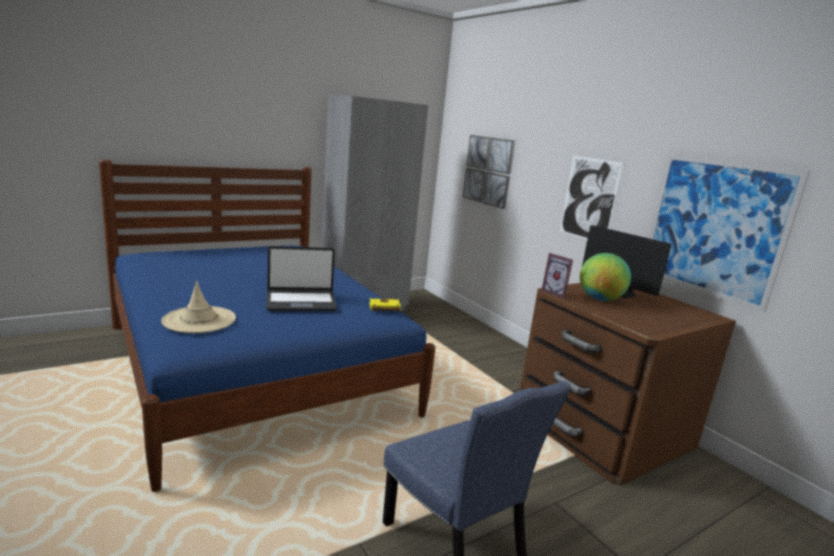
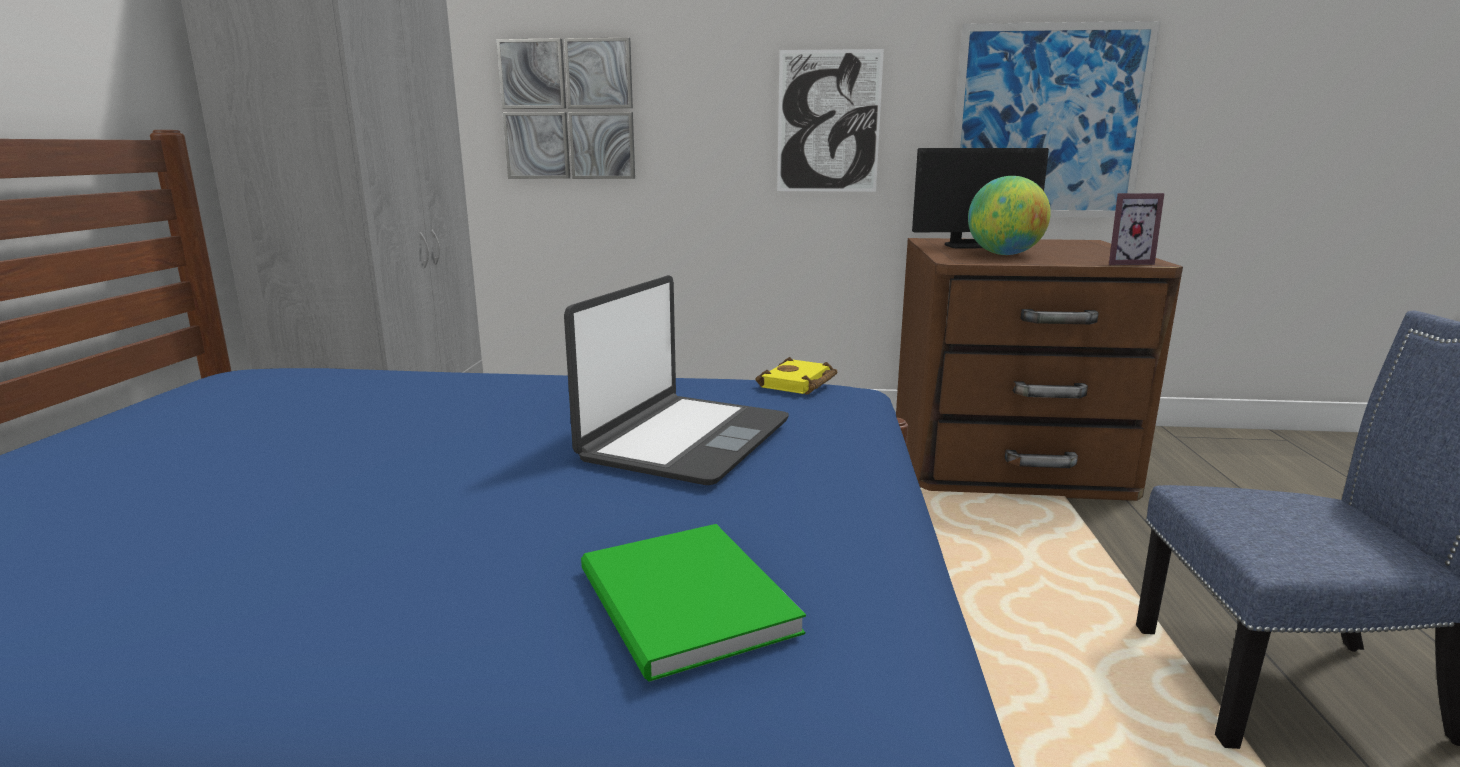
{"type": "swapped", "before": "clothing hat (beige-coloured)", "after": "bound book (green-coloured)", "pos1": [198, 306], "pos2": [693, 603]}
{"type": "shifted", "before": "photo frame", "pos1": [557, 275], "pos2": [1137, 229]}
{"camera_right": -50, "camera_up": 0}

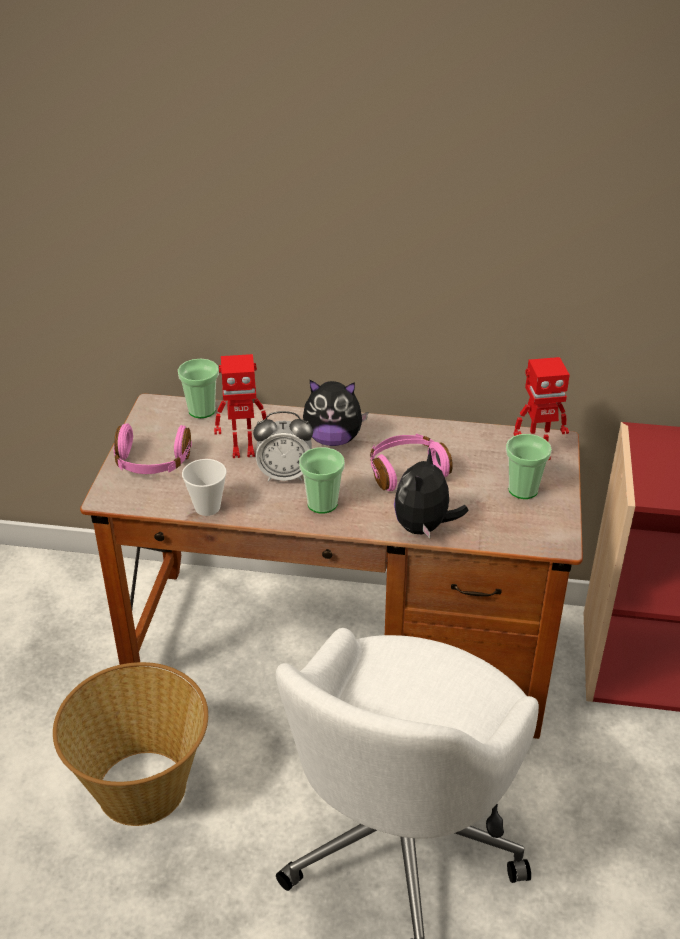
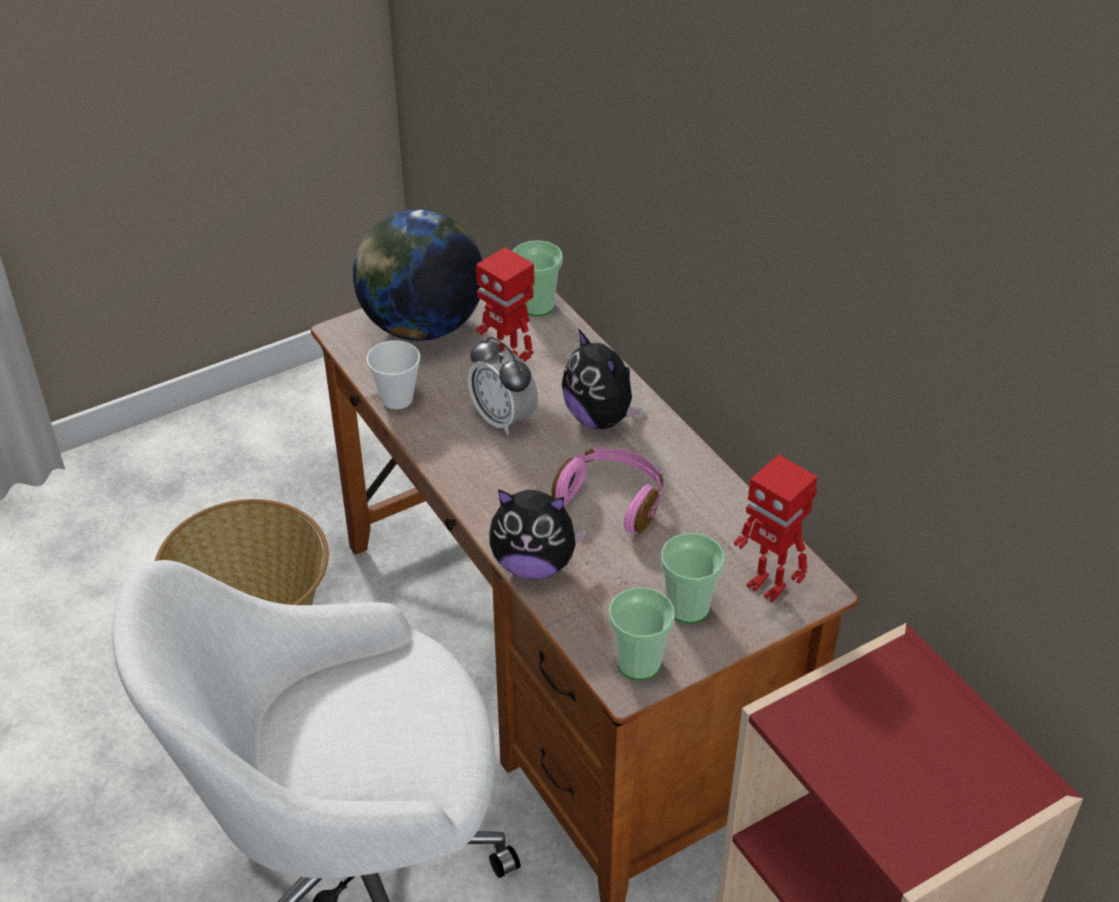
{"type": "swapped", "before": "headset (pink)", "after": "globe", "pos1": [153, 448], "pos2": [417, 275]}
{"type": "rotated", "before": "soft toy", "pos1": [431, 493], "pos2": [537, 534], "turn": -150}
{"type": "shifted", "before": "cup", "pos1": [322, 480], "pos2": [642, 633]}
{"camera_right": 50, "camera_up": 5}

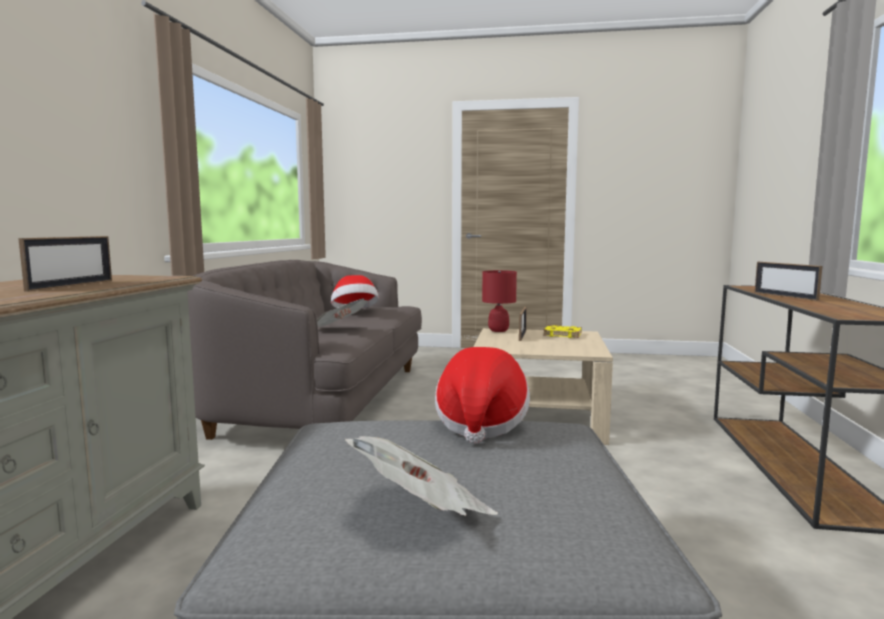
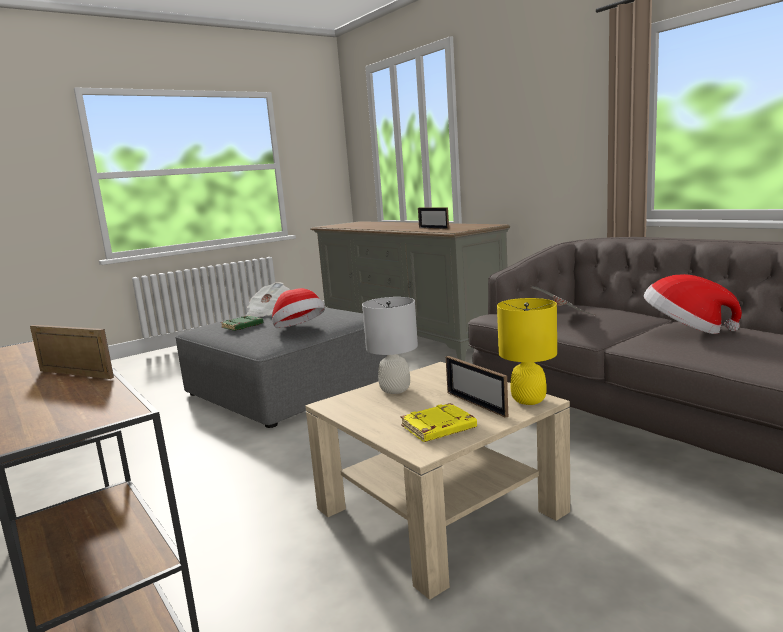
{"type": "new", "after": "bound book (green-coloured)", "pos2": [242, 323]}
{"type": "new", "after": "tabletop lamp (gray)", "pos2": [390, 345]}
{"type": "repainted", "before": "tabletop lamp (red)", "after": "tabletop lamp (yellow-coloured)", "pos1": [499, 301], "pos2": [527, 351]}
{"camera_right": 135, "camera_up": 5}

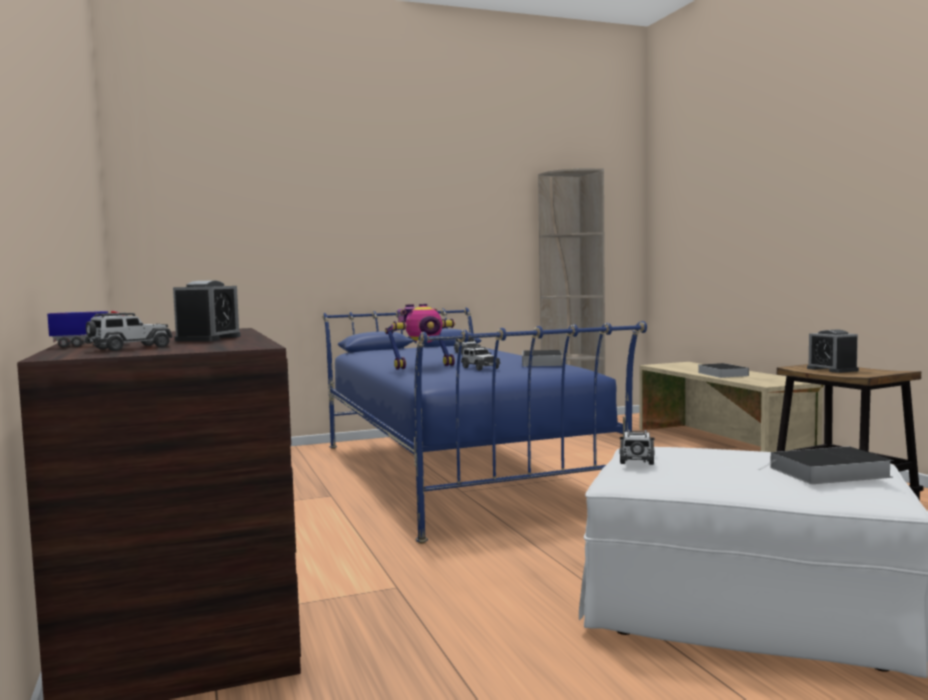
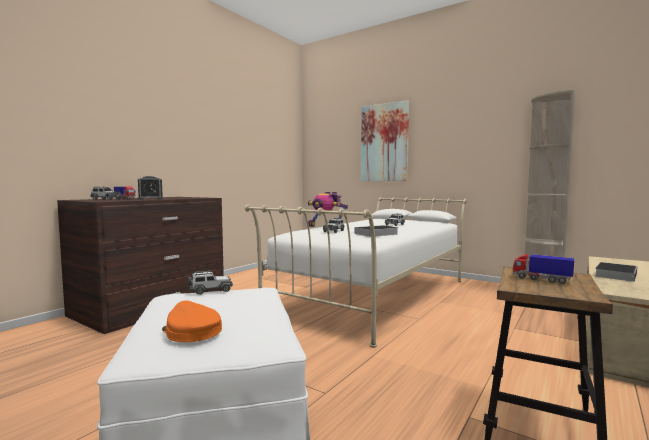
{"type": "swapped", "before": "bound book", "after": "cap (orange-coloured)", "pos1": [825, 465], "pos2": [192, 321]}
{"type": "repainted", "before": "bedroom bed (bluish)", "after": "bedroom bed (whitish)", "pos1": [484, 426], "pos2": [356, 272]}
{"type": "new", "after": "wall art", "pos2": [385, 140]}
{"type": "swapped", "before": "alarm clock", "after": "model truck", "pos1": [833, 351], "pos2": [543, 269]}
{"camera_right": 55, "camera_up": 0}

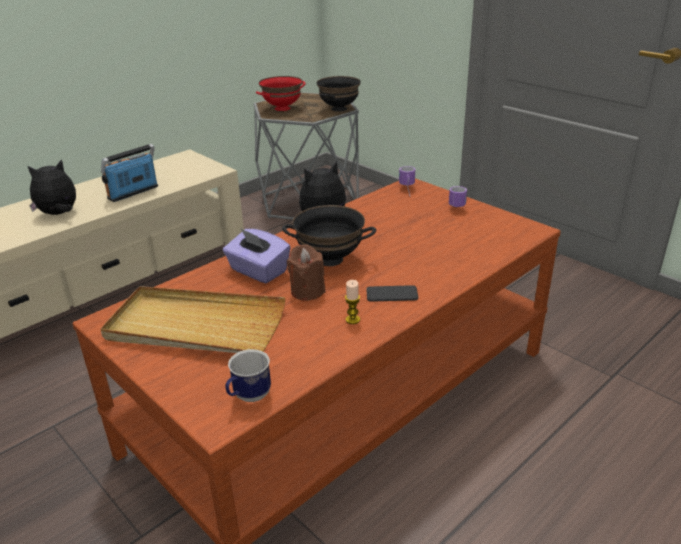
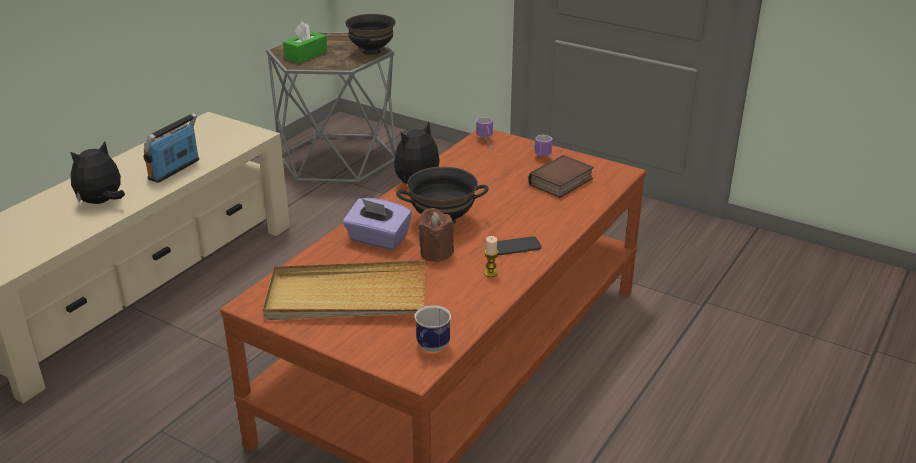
{"type": "swapped", "before": "deep dish (red)", "after": "tissue holder (green-coloured)", "pos1": [281, 93], "pos2": [305, 42]}
{"type": "new", "after": "bound book", "pos2": [561, 176]}
{"camera_right": -15, "camera_up": 0}

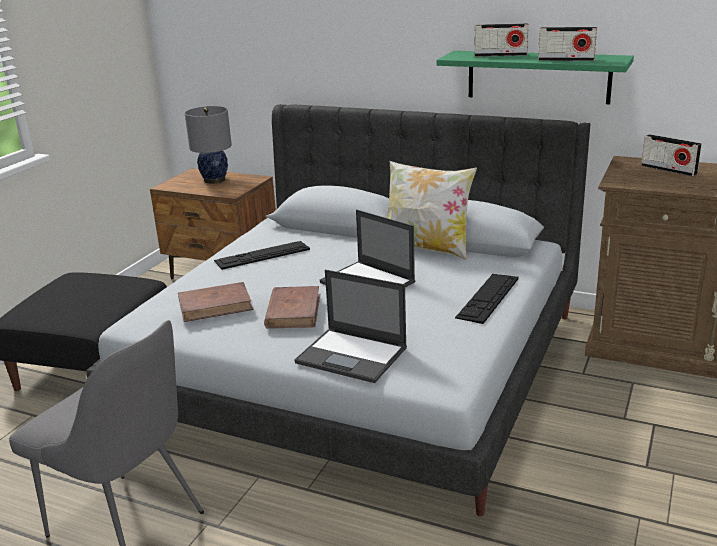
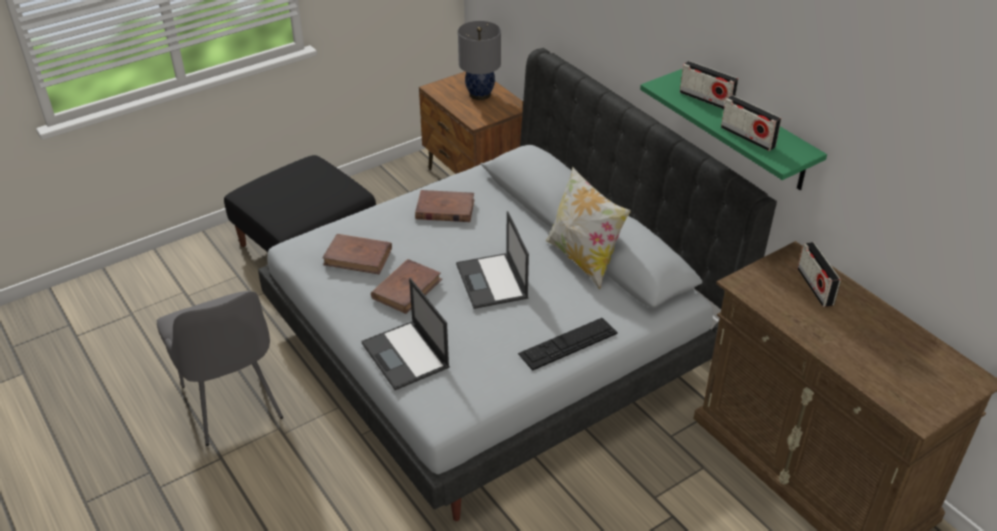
{"type": "swapped", "before": "PC keyboard", "after": "bound book (brownish)", "pos1": [262, 255], "pos2": [444, 206]}
{"camera_right": 30, "camera_up": 15}

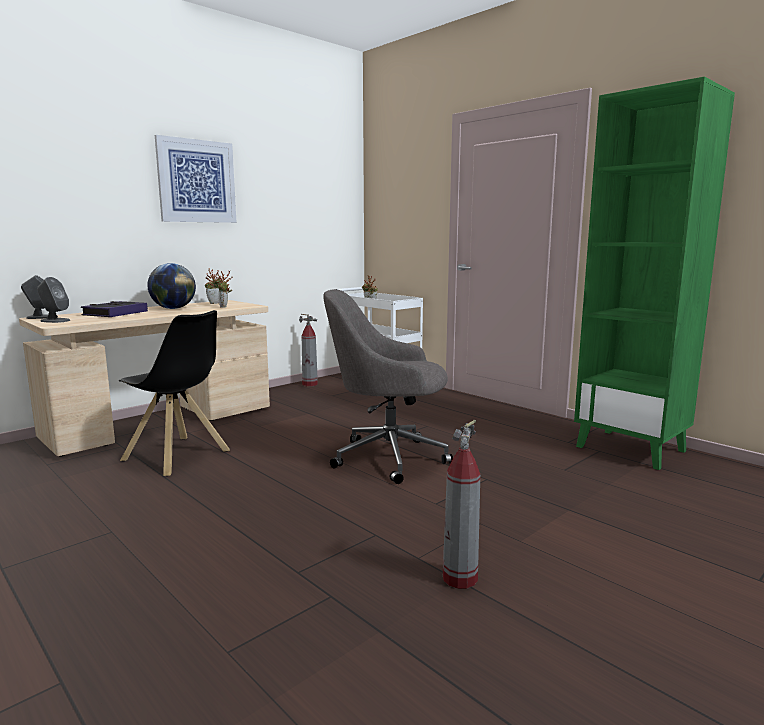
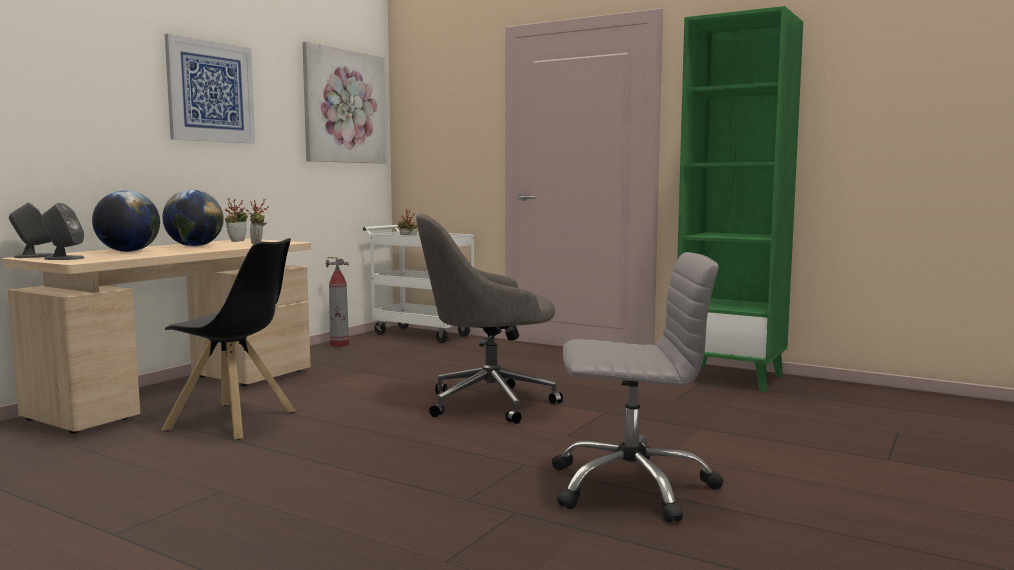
{"type": "swapped", "before": "bound book", "after": "globe", "pos1": [114, 309], "pos2": [126, 221]}
{"type": "new", "after": "wall art", "pos2": [344, 102]}
{"type": "swapped", "before": "fire-fighting cylinder", "after": "computer chair (gray)", "pos1": [461, 504], "pos2": [637, 387]}
{"camera_right": -15, "camera_up": -5}

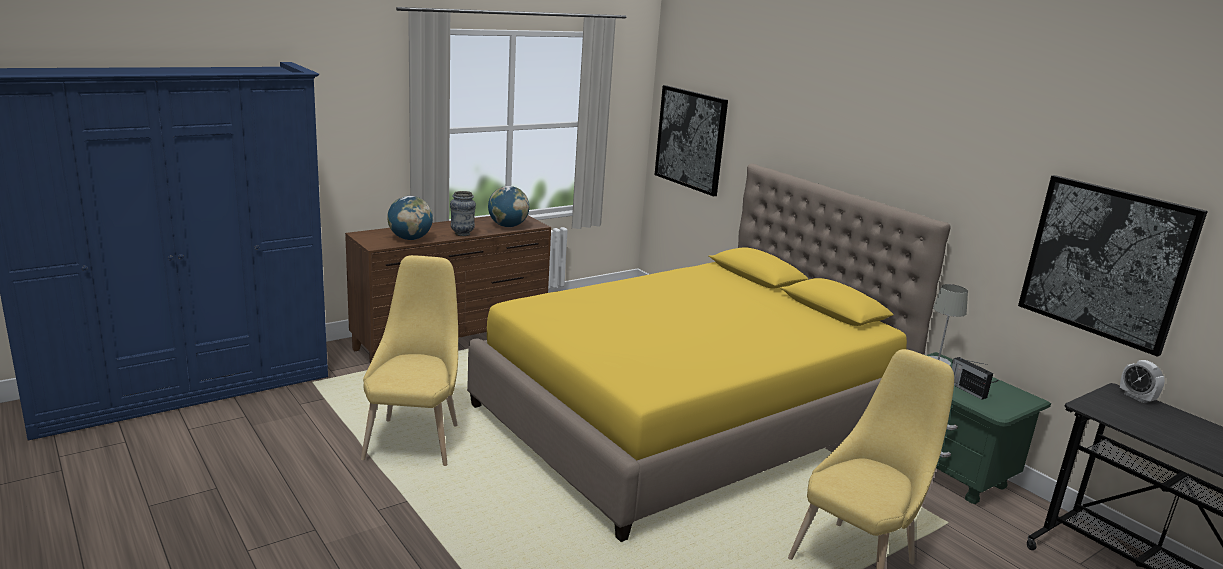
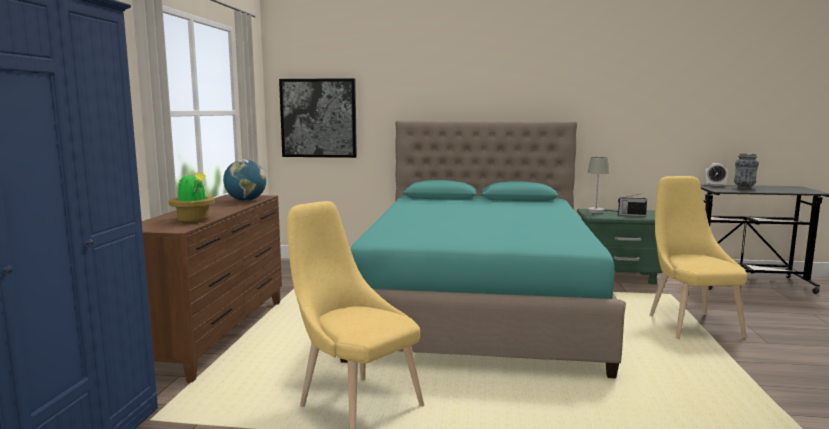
{"type": "swapped", "before": "globe", "after": "potted plant", "pos1": [410, 218], "pos2": [192, 197]}
{"type": "repainted", "before": "bedroom bed (yellow-coloured)", "after": "bedroom bed (turquoise)", "pos1": [708, 353], "pos2": [483, 249]}
{"type": "shifted", "before": "flower vase", "pos1": [463, 213], "pos2": [746, 171]}
{"type": "gone", "before": "wall art", "pos1": [1113, 266]}
{"camera_right": -45, "camera_up": -10}

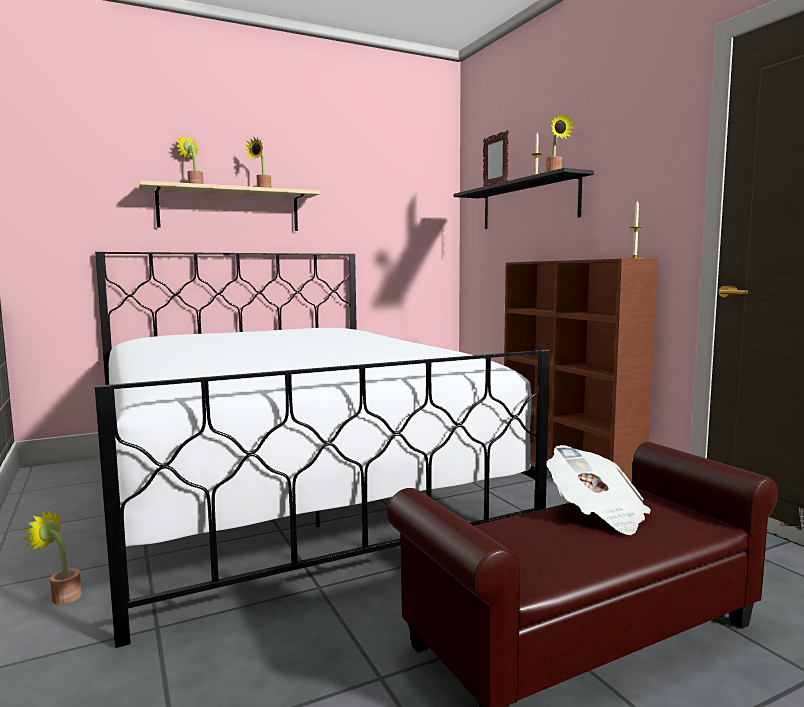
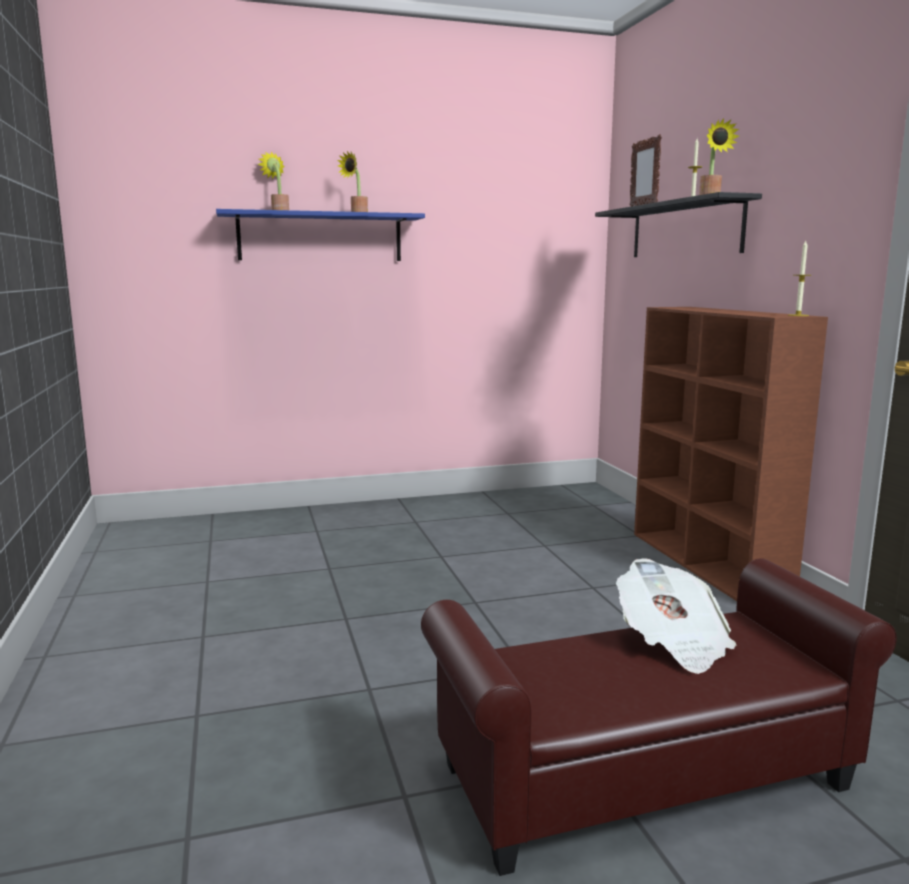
{"type": "repainted", "before": "wall shelf (beige-coloured)", "after": "wall shelf (bluish)", "pos1": [229, 205], "pos2": [320, 235]}
{"type": "gone", "before": "potted plant", "pos1": [52, 557]}
{"type": "gone", "before": "bedroom bed (whitish)", "pos1": [322, 450]}
{"camera_right": 10, "camera_up": 5}

